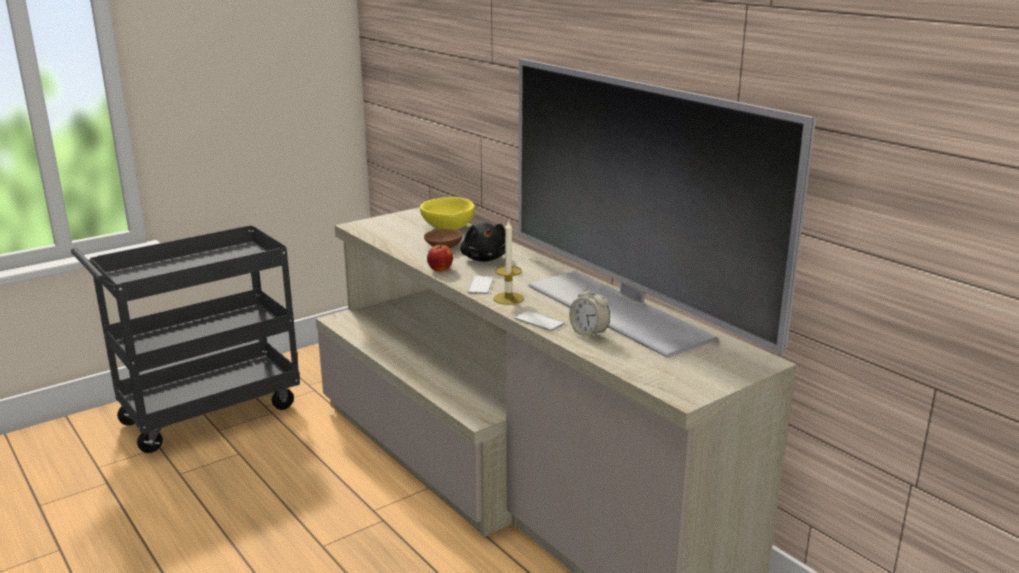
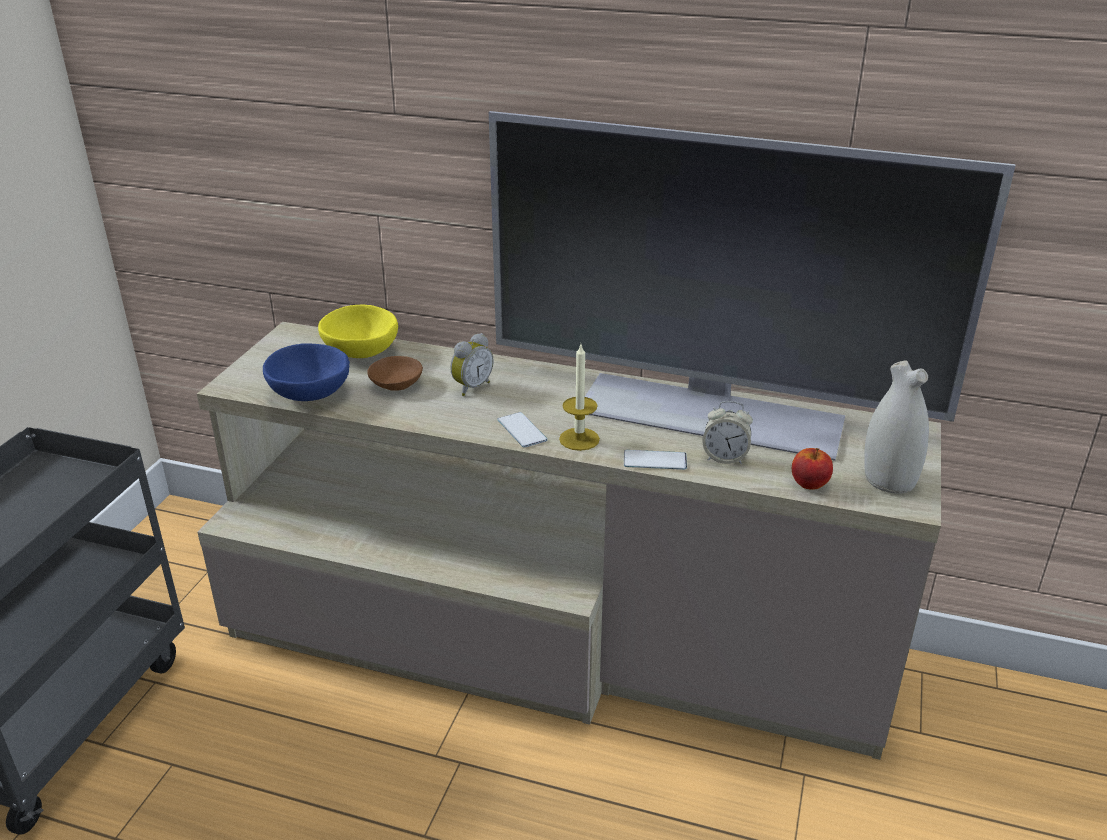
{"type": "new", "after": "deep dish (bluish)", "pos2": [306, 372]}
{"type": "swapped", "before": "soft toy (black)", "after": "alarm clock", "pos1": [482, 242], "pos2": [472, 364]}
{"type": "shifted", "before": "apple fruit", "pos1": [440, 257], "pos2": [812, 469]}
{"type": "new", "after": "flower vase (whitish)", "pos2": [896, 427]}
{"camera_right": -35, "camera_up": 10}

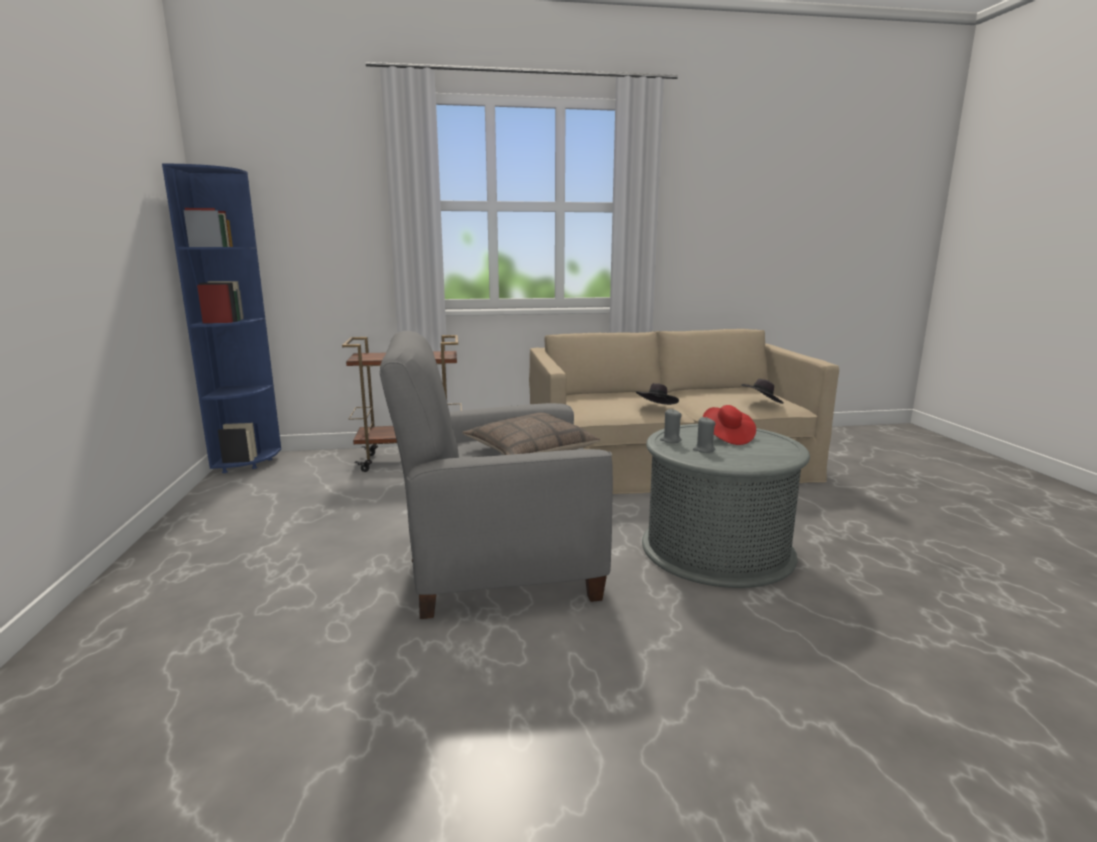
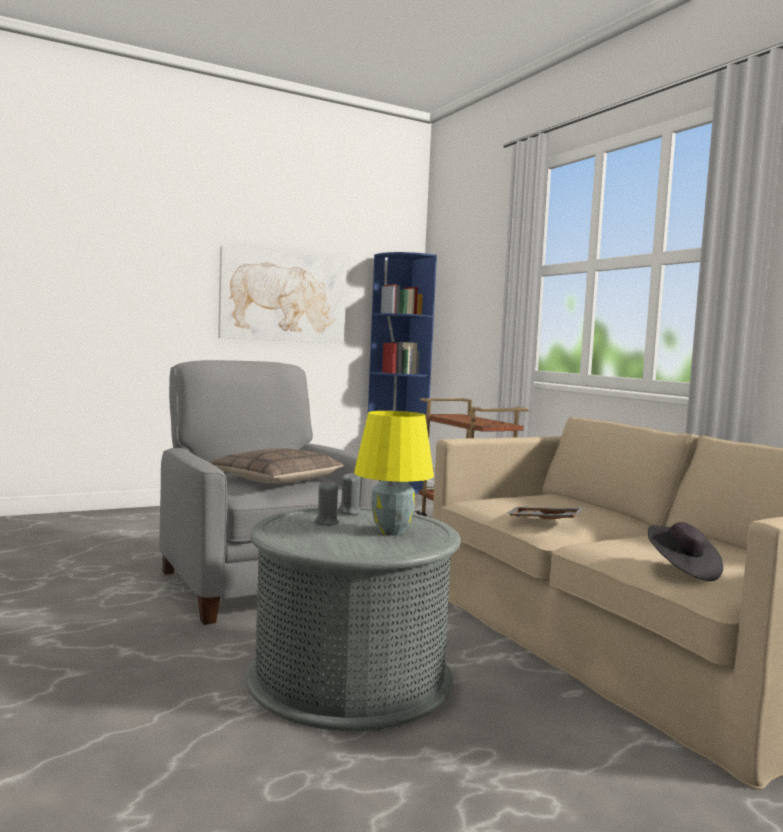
{"type": "new", "after": "wall art", "pos2": [282, 295]}
{"type": "swapped", "before": "clothing hat (red)", "after": "tabletop lamp (yellow-coloured)", "pos1": [729, 425], "pos2": [394, 473]}
{"type": "swapped", "before": "clothing hat (black)", "after": "serving tray (gray)", "pos1": [657, 394], "pos2": [546, 513]}
{"camera_right": 70, "camera_up": -10}

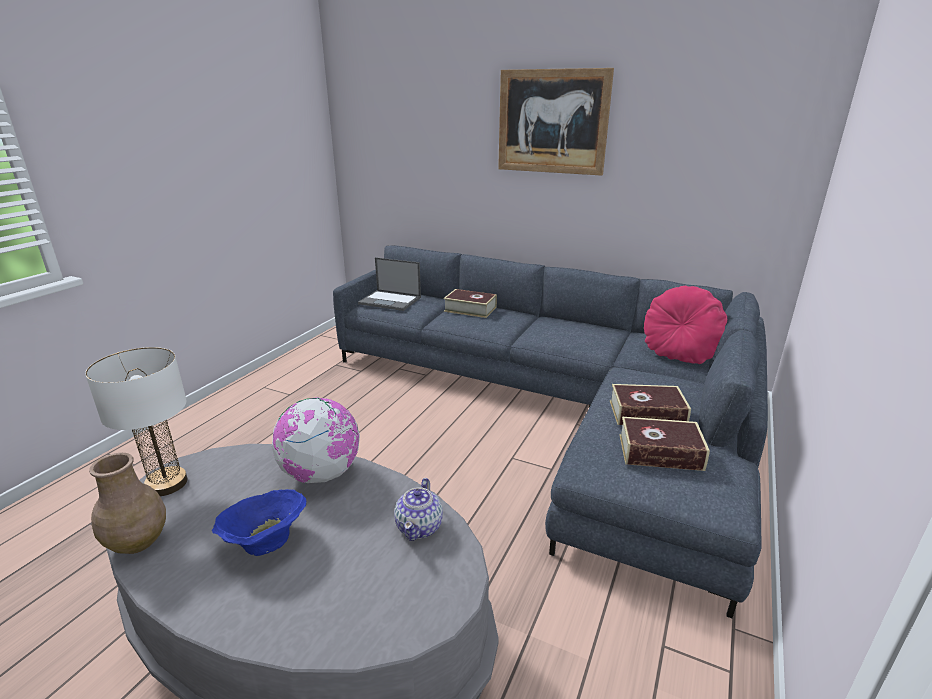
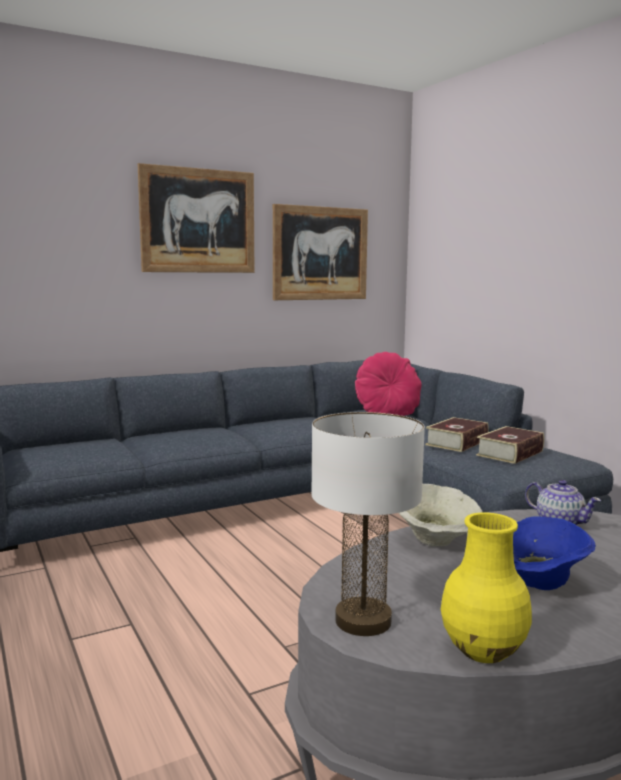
{"type": "new", "after": "wall art", "pos2": [320, 252]}
{"type": "swapped", "before": "globe", "after": "deep dish (beige-coloured)", "pos1": [316, 440], "pos2": [441, 515]}
{"type": "repainted", "before": "flower vase (brownish)", "after": "flower vase (yellow-coloured)", "pos1": [127, 503], "pos2": [486, 587]}
{"type": "gone", "before": "laptop", "pos1": [389, 284]}
{"type": "gone", "before": "bound book", "pos1": [470, 303]}
{"camera_right": -55, "camera_up": -15}

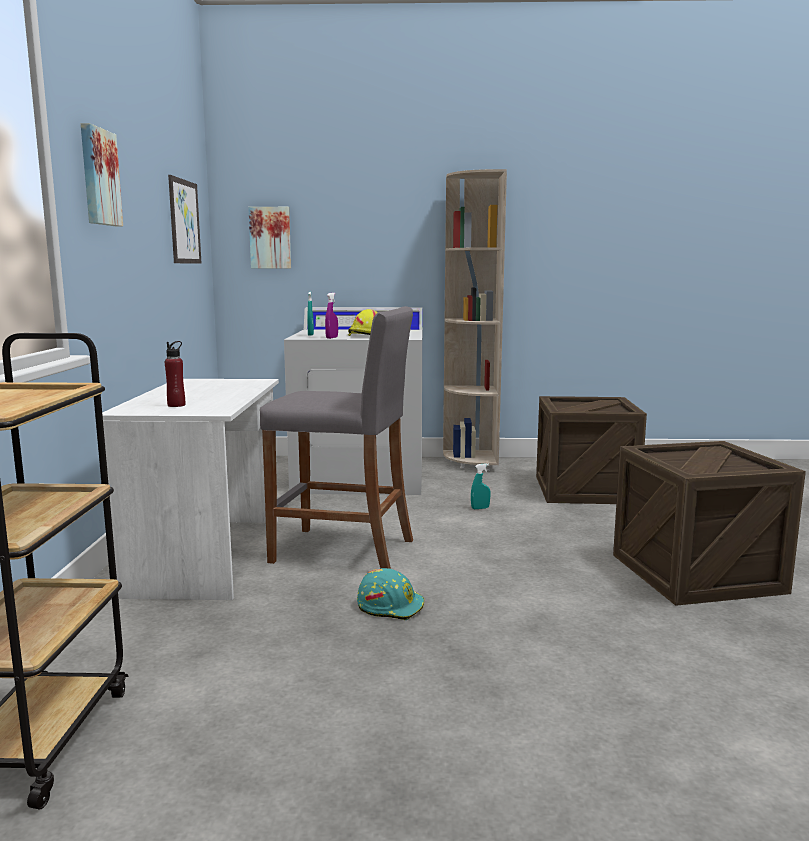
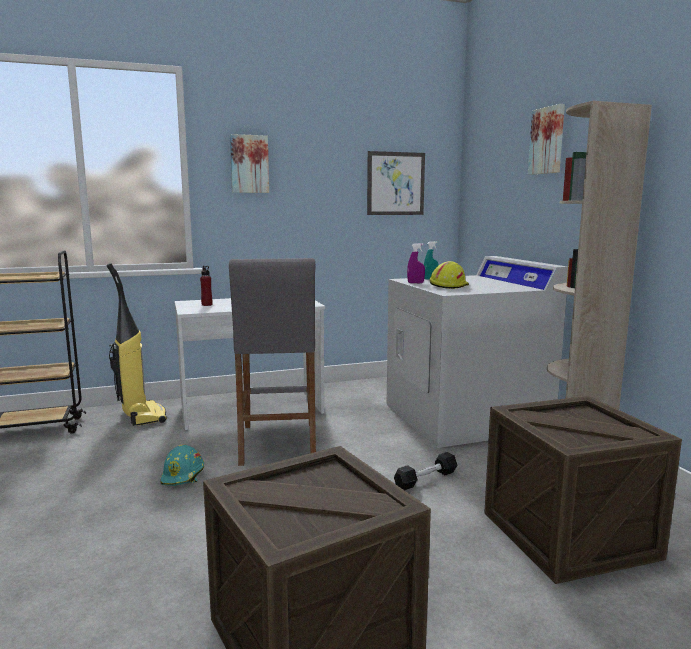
{"type": "new", "after": "vacuum", "pos2": [136, 344]}
{"type": "swapped", "before": "spray bottle (turquoise)", "after": "free weight (black)", "pos1": [480, 486], "pos2": [426, 471]}
{"type": "shifted", "before": "wall art", "pos1": [269, 237], "pos2": [546, 139]}
{"camera_right": 70, "camera_up": 0}

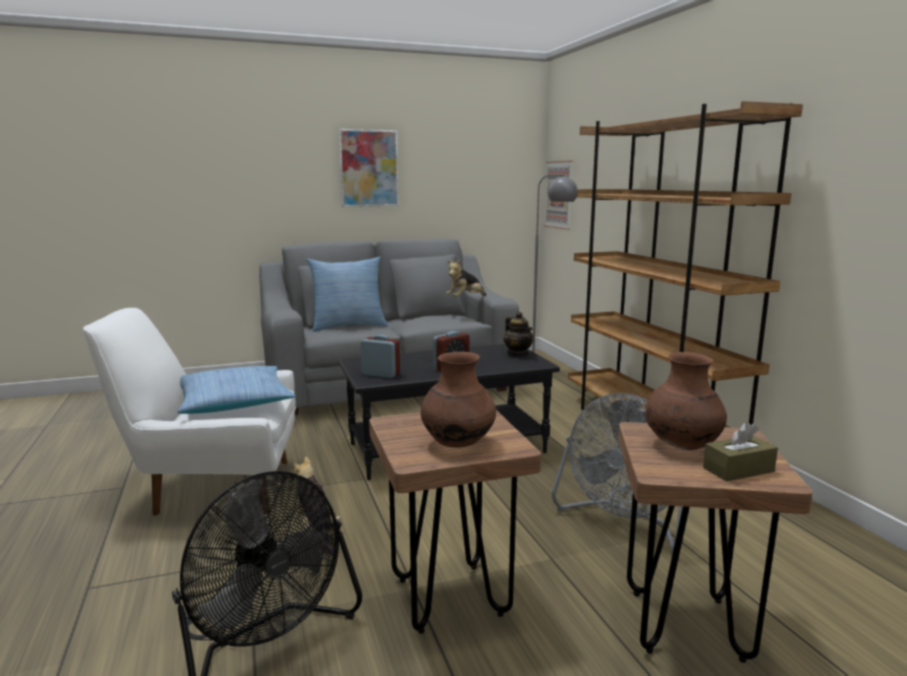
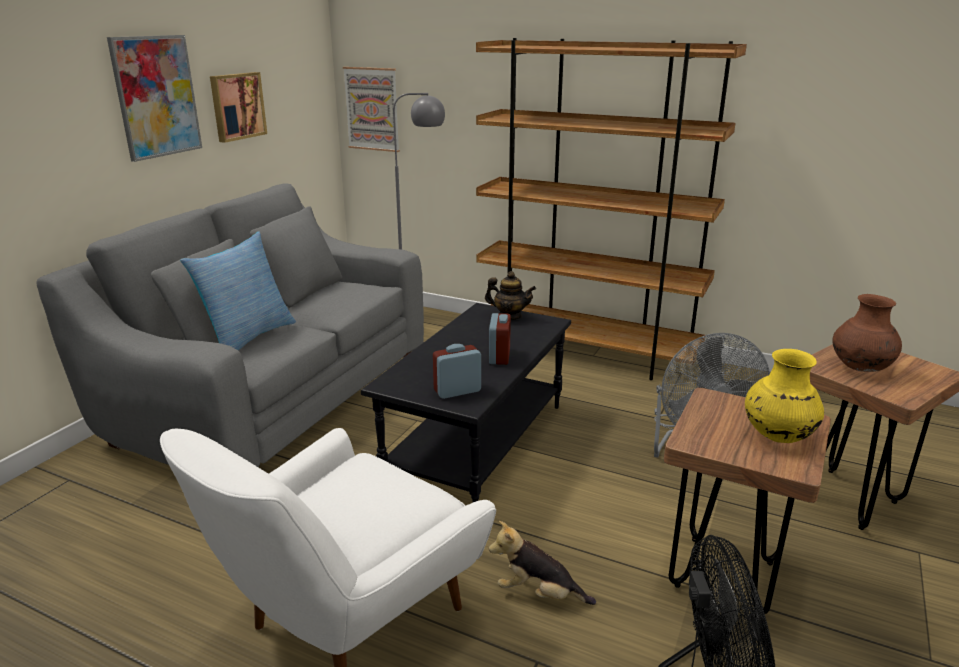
{"type": "new", "after": "wall art", "pos2": [238, 107]}
{"type": "repainted", "before": "flower vase (brownish)", "after": "flower vase (yellow-coloured)", "pos1": [458, 399], "pos2": [784, 396]}
{"type": "gone", "before": "pillow", "pos1": [236, 390]}
{"type": "gone", "before": "soft toy", "pos1": [466, 278]}
{"type": "gone", "before": "tissue holder (brownish)", "pos1": [740, 451]}
{"camera_right": -45, "camera_up": 10}

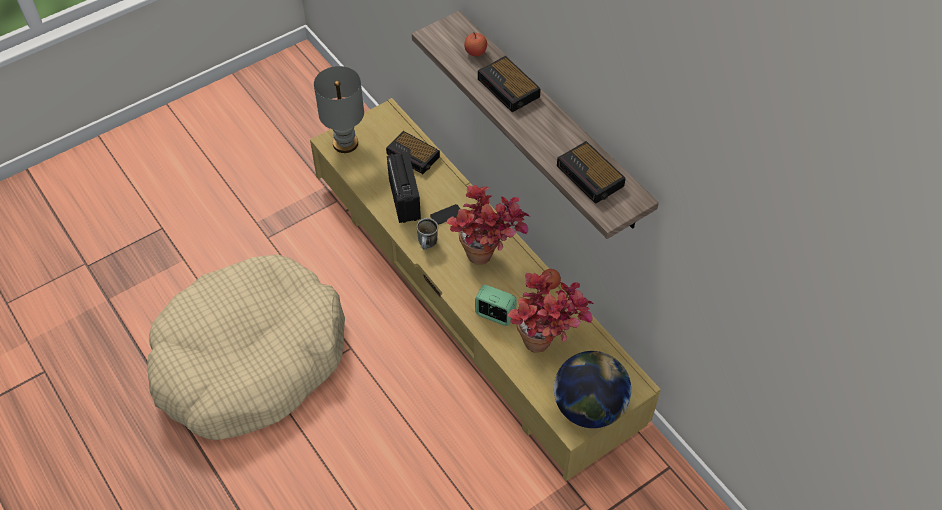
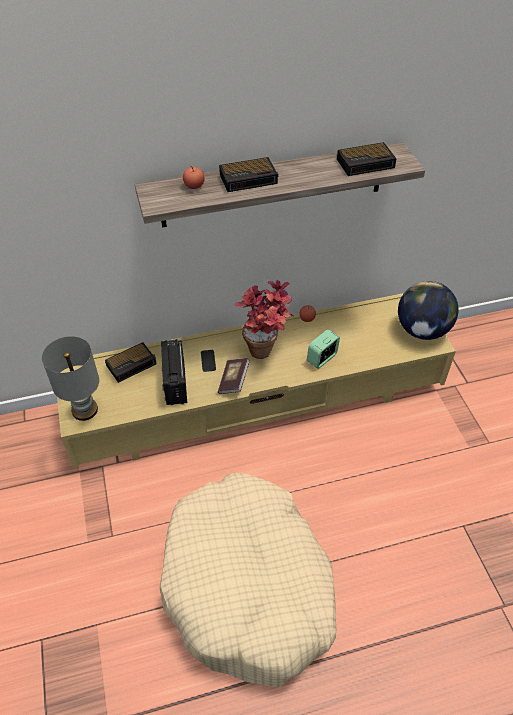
{"type": "rotated", "before": "radio set", "pos1": [404, 187], "pos2": [174, 372], "turn": -105}
{"type": "swapped", "before": "tea mug", "after": "bound book", "pos1": [427, 234], "pos2": [234, 376]}
{"type": "gone", "before": "potted plant", "pos1": [551, 313]}
{"camera_right": -70, "camera_up": -5}

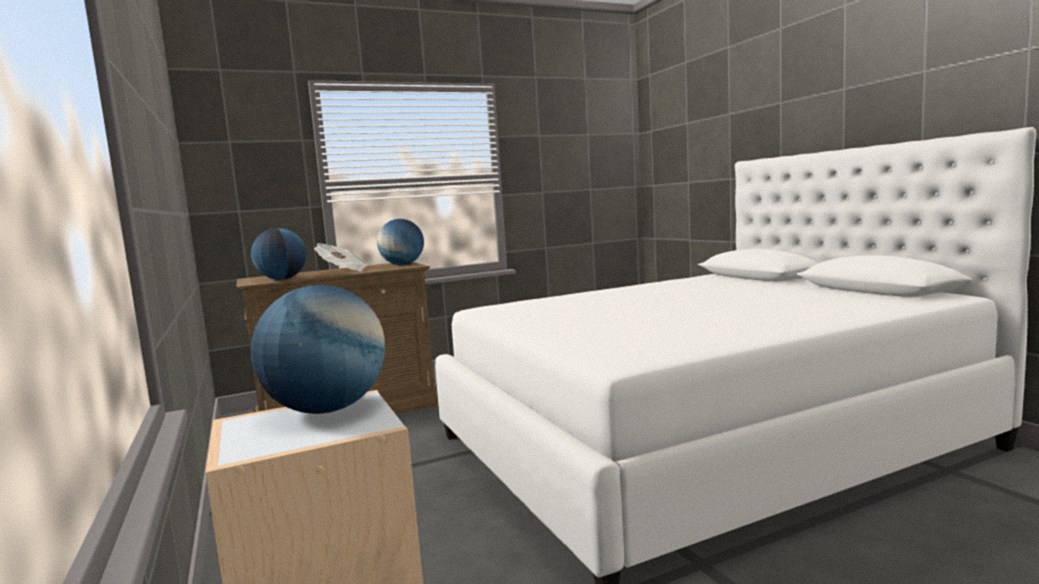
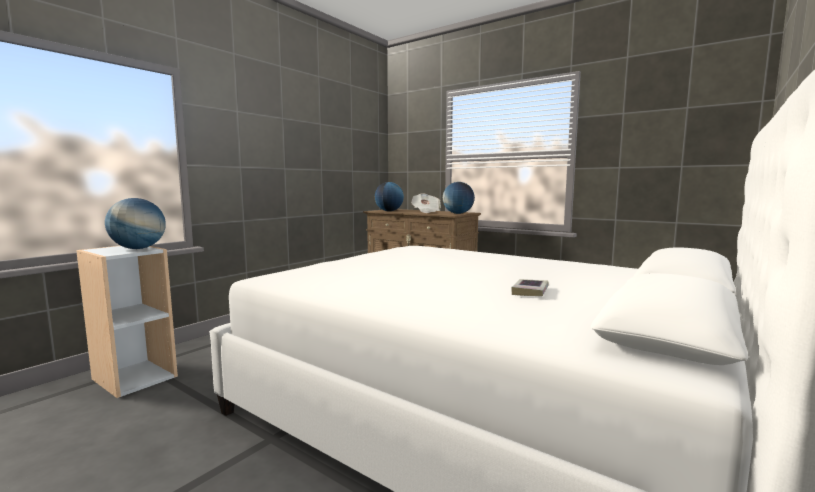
{"type": "new", "after": "bound book", "pos2": [529, 287]}
{"camera_right": 60, "camera_up": 0}

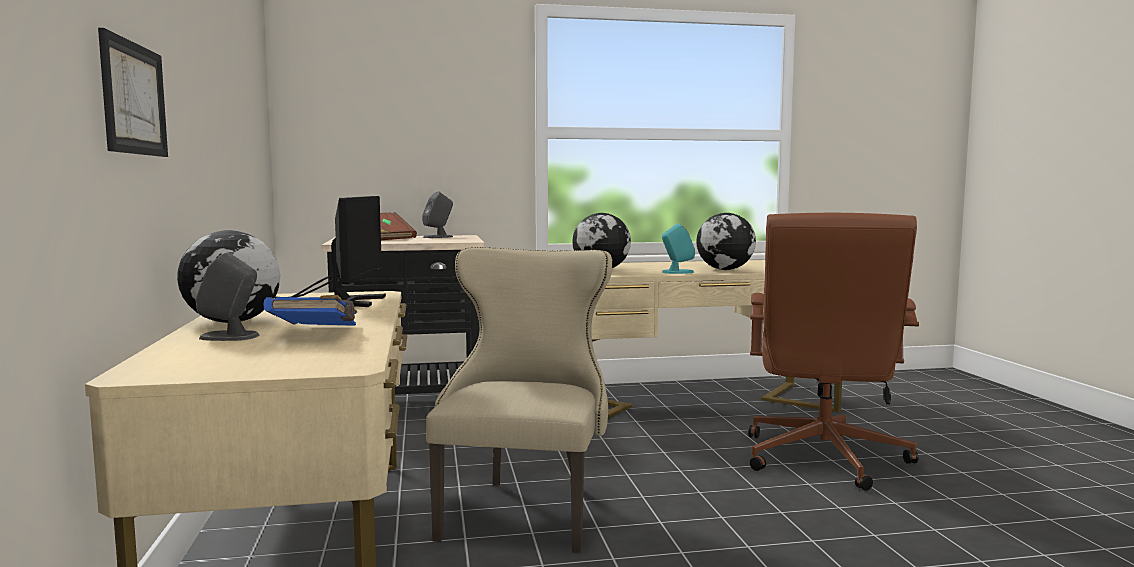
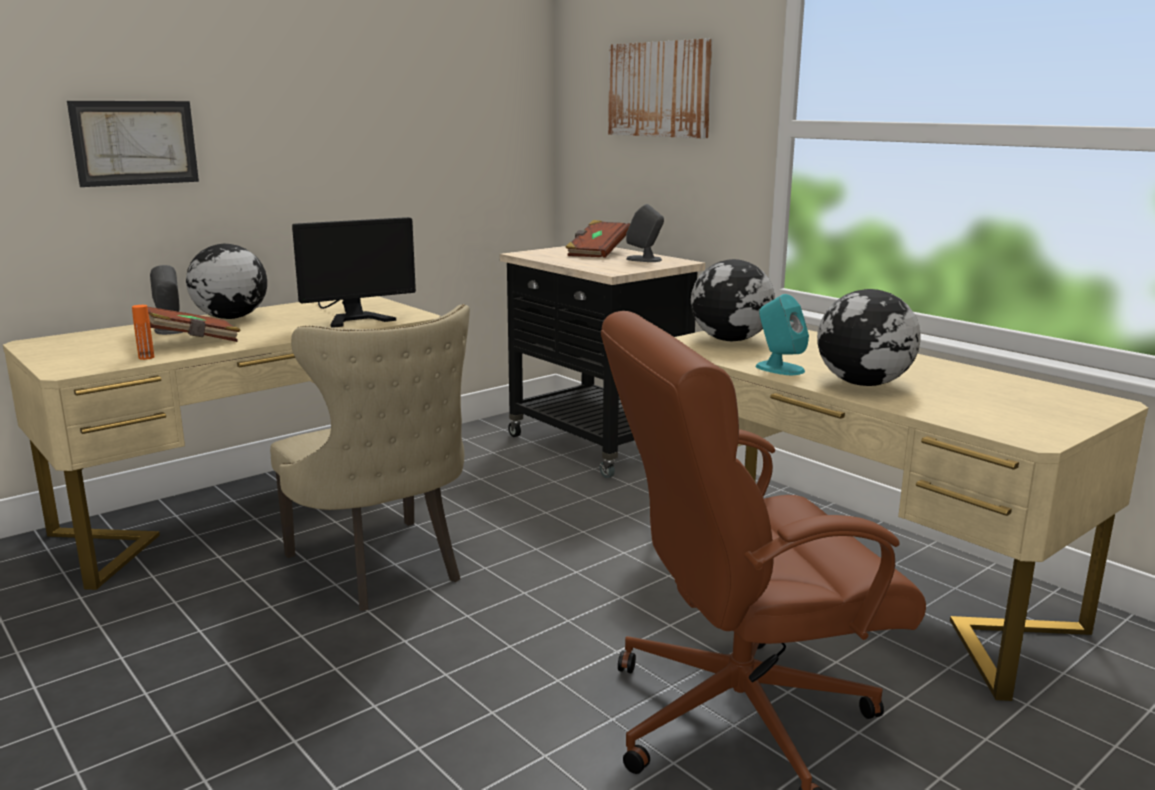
{"type": "new", "after": "drink bottle (orange-coloured)", "pos2": [143, 332]}
{"type": "repainted", "before": "bound book (bluish)", "after": "bound book (brownish)", "pos1": [310, 310], "pos2": [194, 324]}
{"type": "rotated", "before": "chair (beige-coloured)", "pos1": [519, 400], "pos2": [370, 457], "turn": 75}
{"type": "new", "after": "wall art", "pos2": [660, 88]}
{"camera_right": 60, "camera_up": 10}

